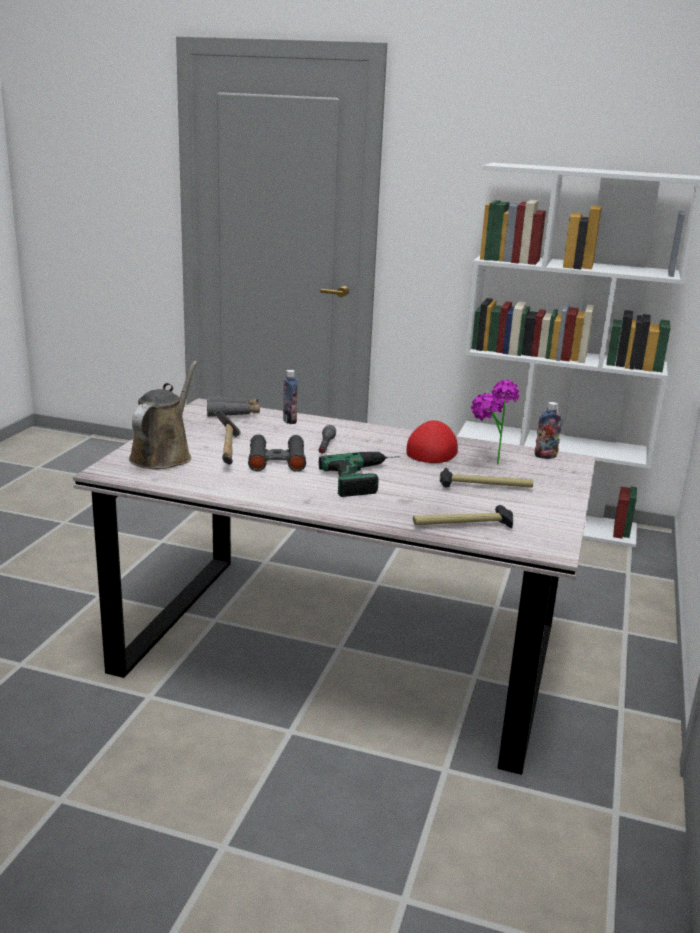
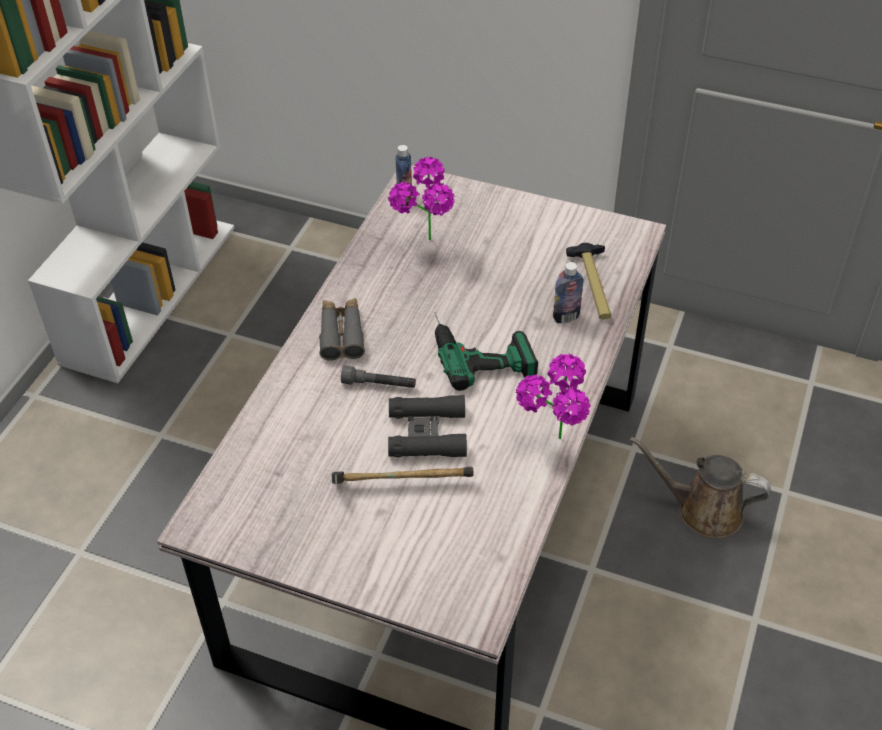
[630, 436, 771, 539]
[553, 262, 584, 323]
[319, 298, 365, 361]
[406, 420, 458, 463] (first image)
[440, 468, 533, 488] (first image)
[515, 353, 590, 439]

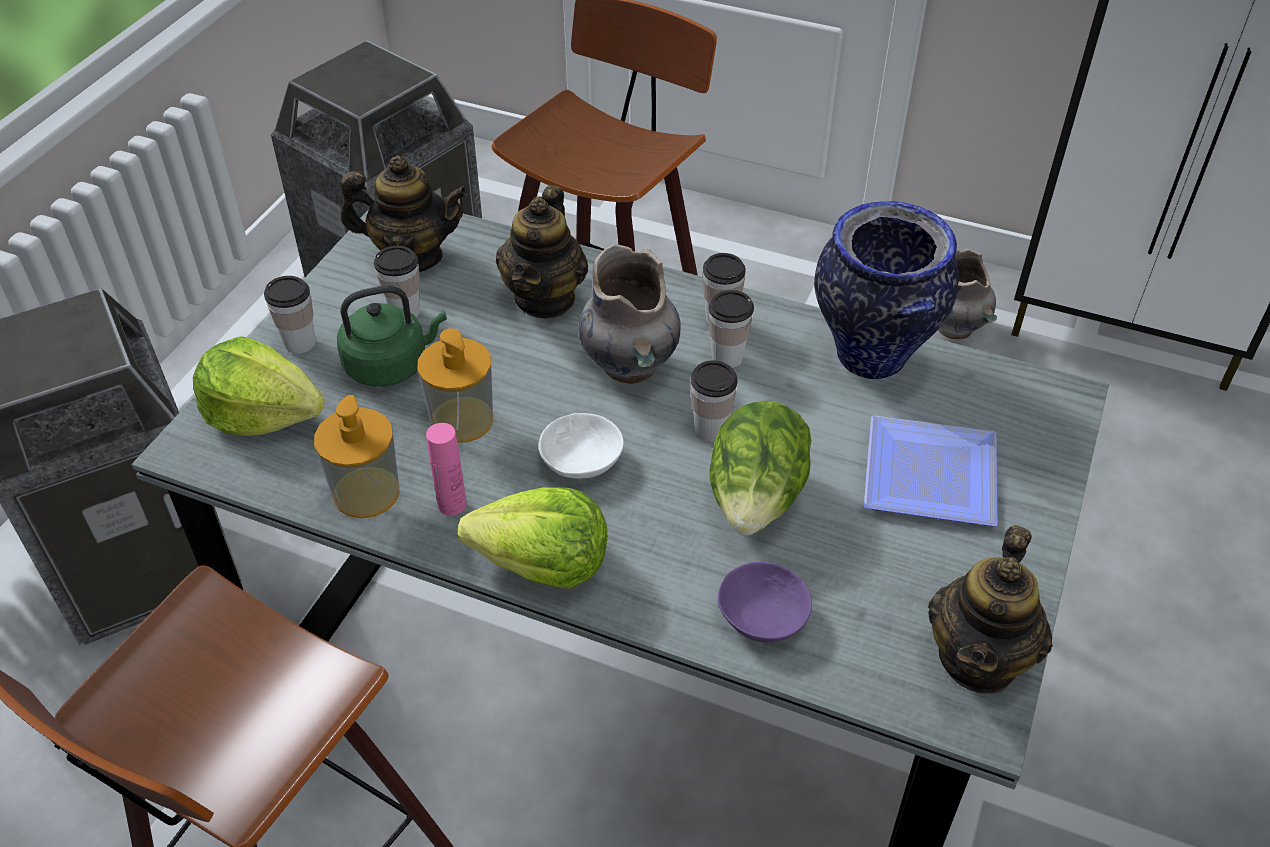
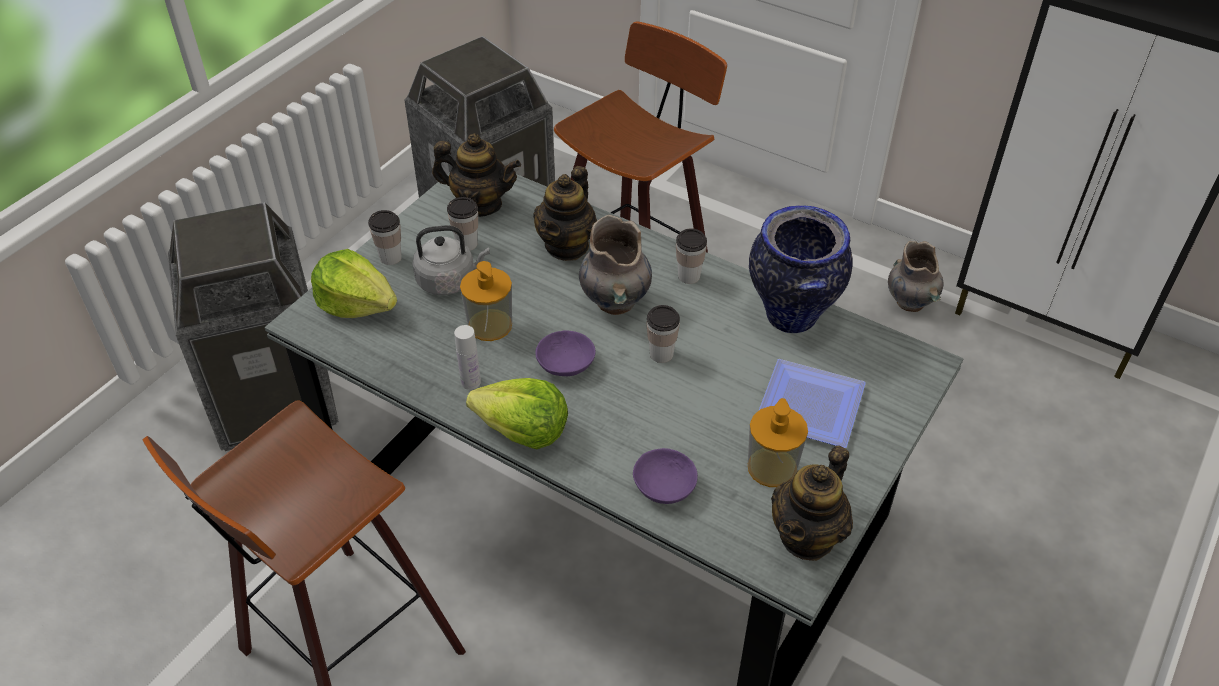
[413, 225, 490, 295]
[708, 290, 754, 368] (first image)
[748, 398, 808, 487]
[709, 401, 811, 535] (first image)
[535, 330, 596, 376]
[454, 325, 481, 390]

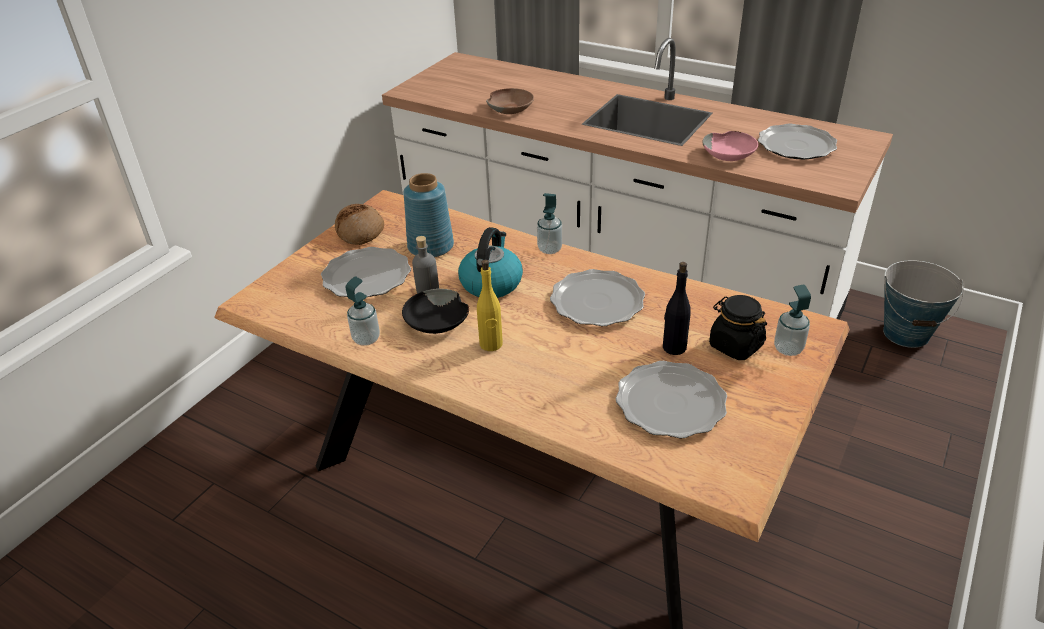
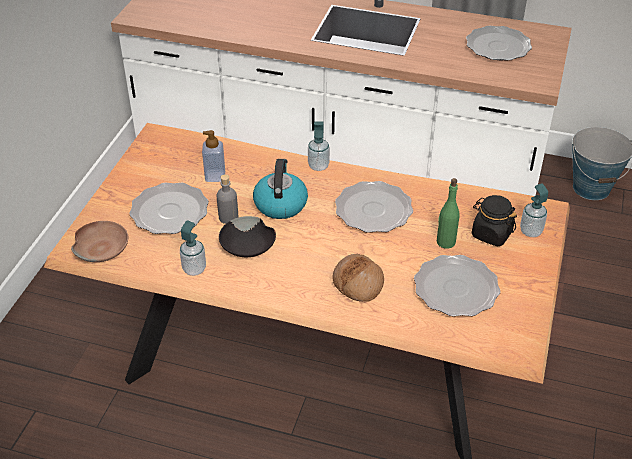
[71, 221, 128, 262]
[702, 131, 758, 161] (first image)
[202, 130, 225, 182]
[333, 254, 384, 302]
[477, 260, 503, 351] (first image)
[437, 178, 460, 249]

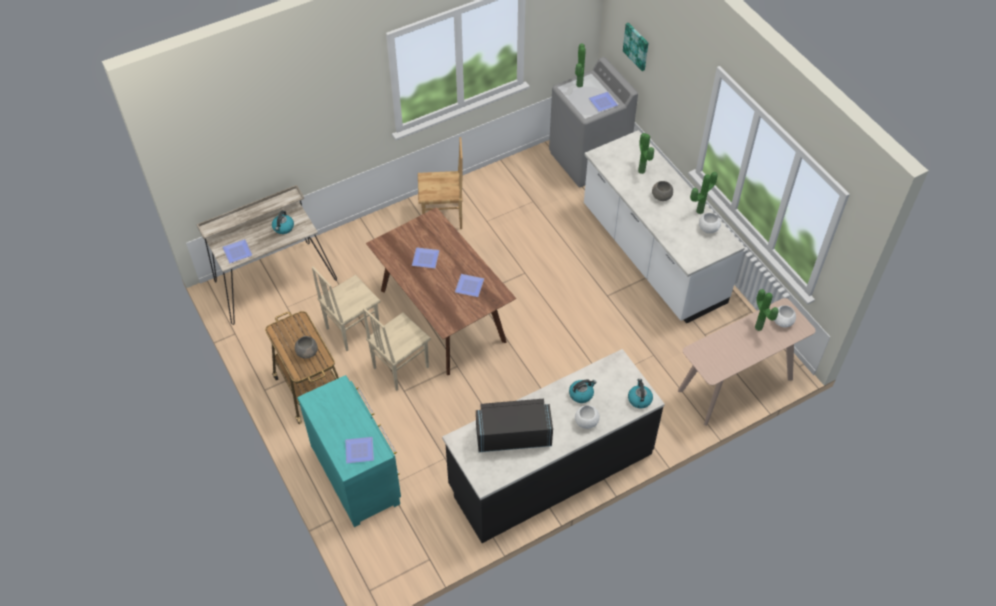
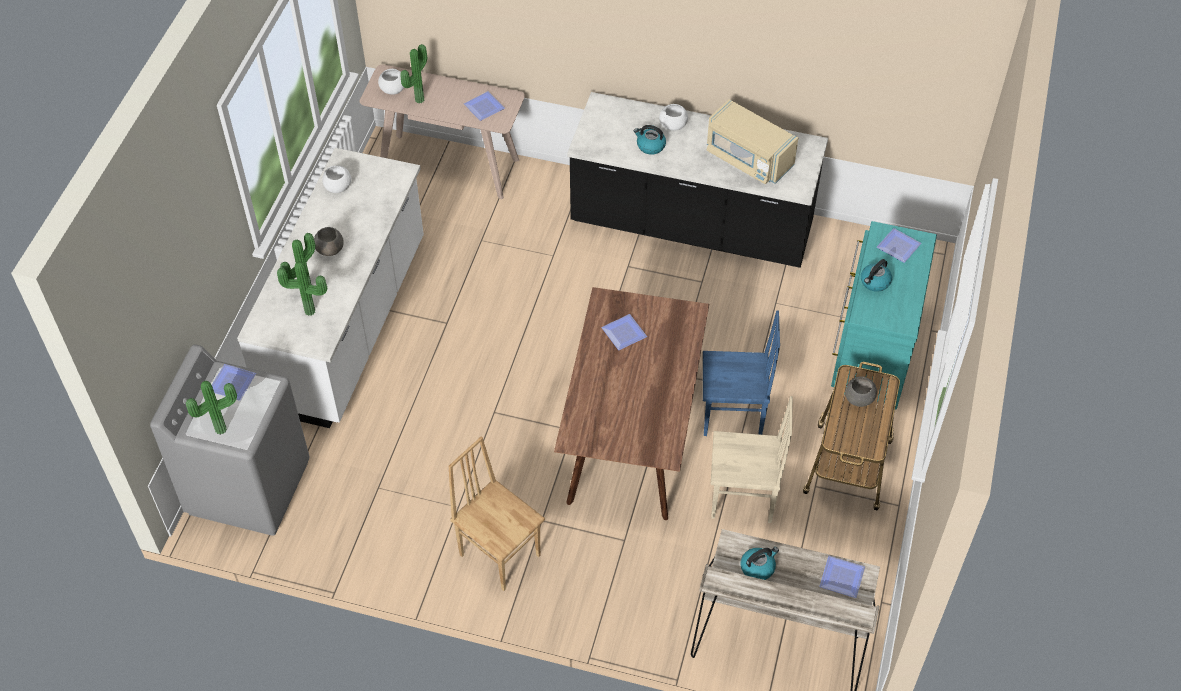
[623, 22, 649, 71] (first image)
[277, 261, 327, 316]
[464, 91, 505, 121]
[703, 310, 780, 436]
[861, 259, 892, 292]
[707, 99, 798, 185]

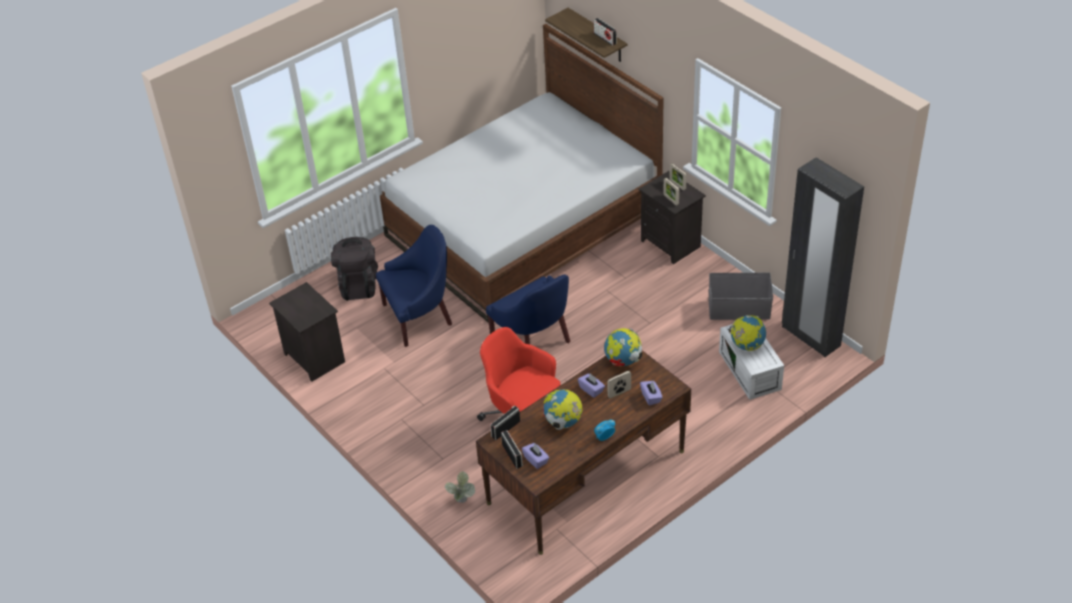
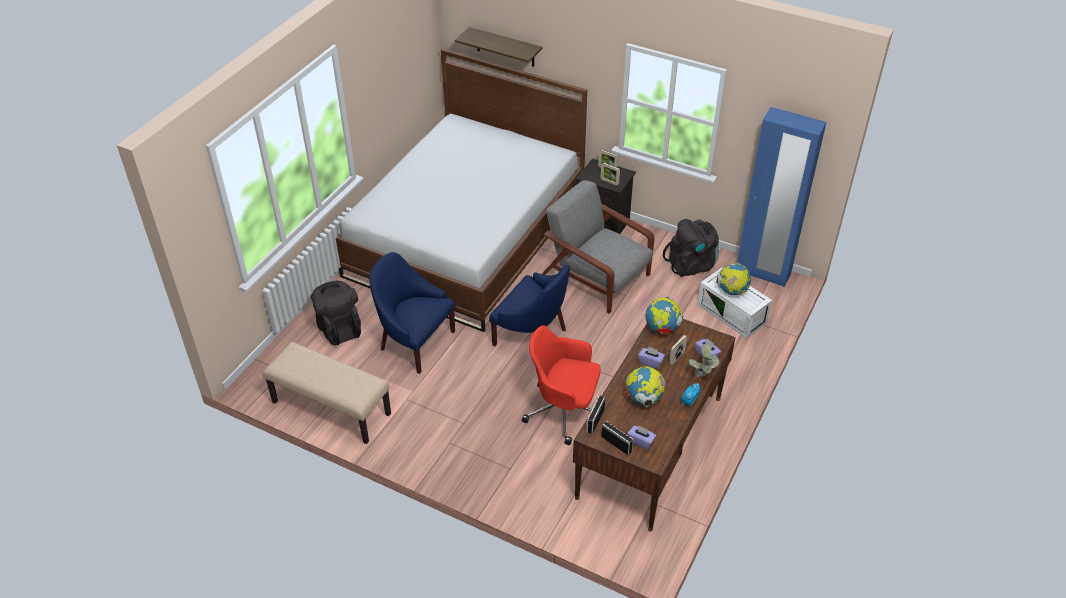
[594, 18, 617, 46] (first image)
[737, 107, 827, 287]
[369, 252, 455, 374]
[663, 219, 719, 277]
[263, 342, 391, 444]
[689, 344, 719, 378]
[542, 180, 655, 313]

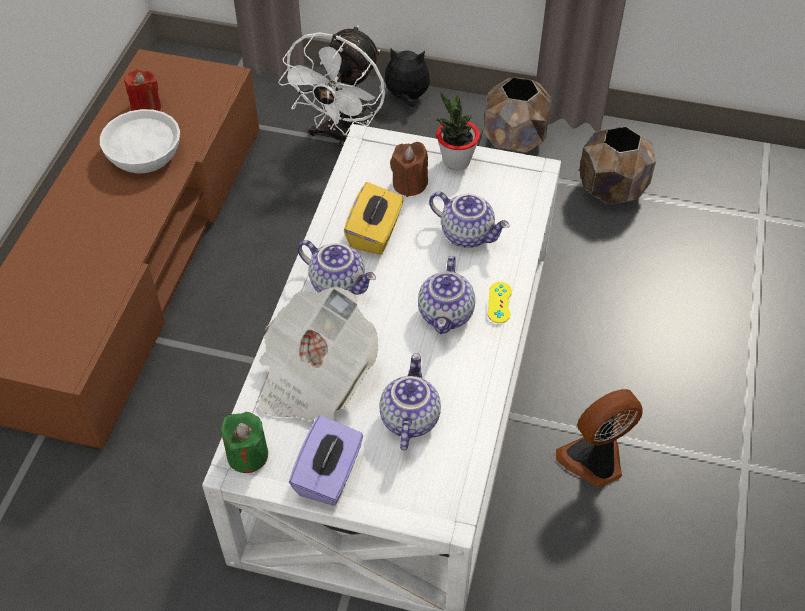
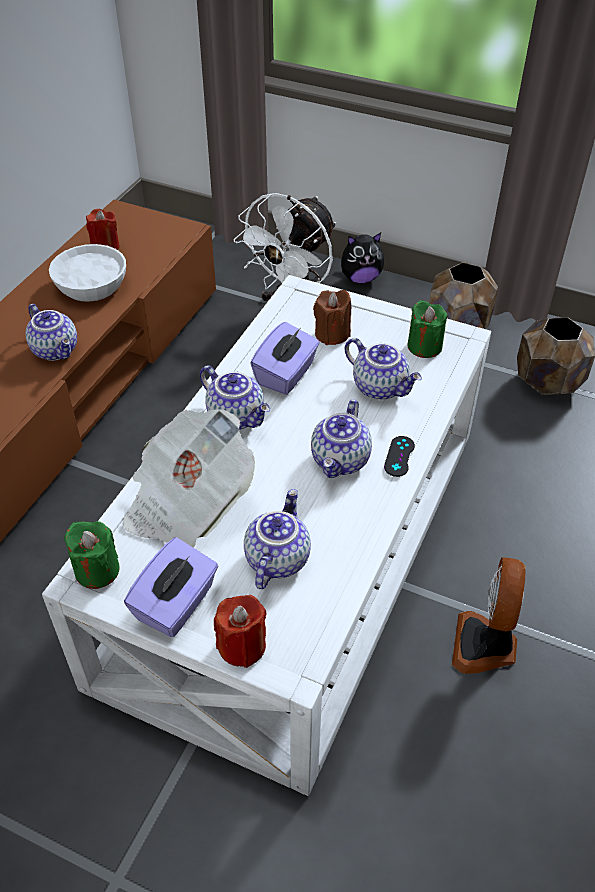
[341, 233, 384, 283]
[436, 92, 480, 170] (first image)
[250, 322, 320, 395]
[384, 436, 415, 477]
[452, 557, 526, 674]
[408, 300, 447, 358]
[26, 304, 77, 361]
[214, 595, 266, 668]

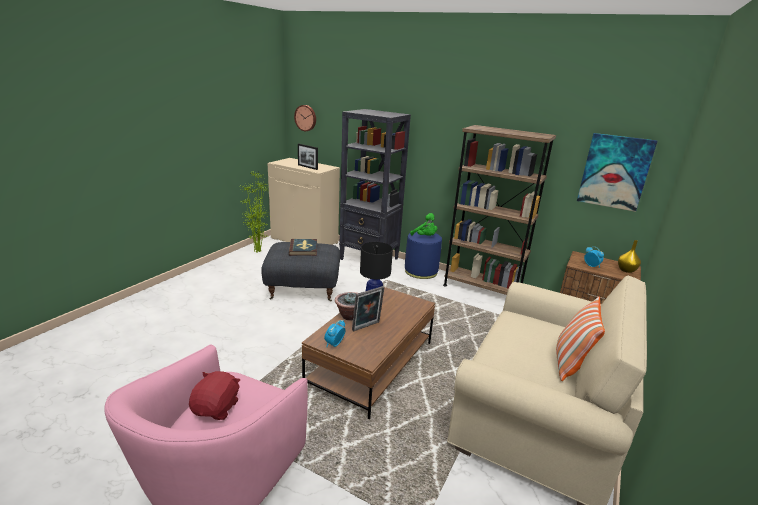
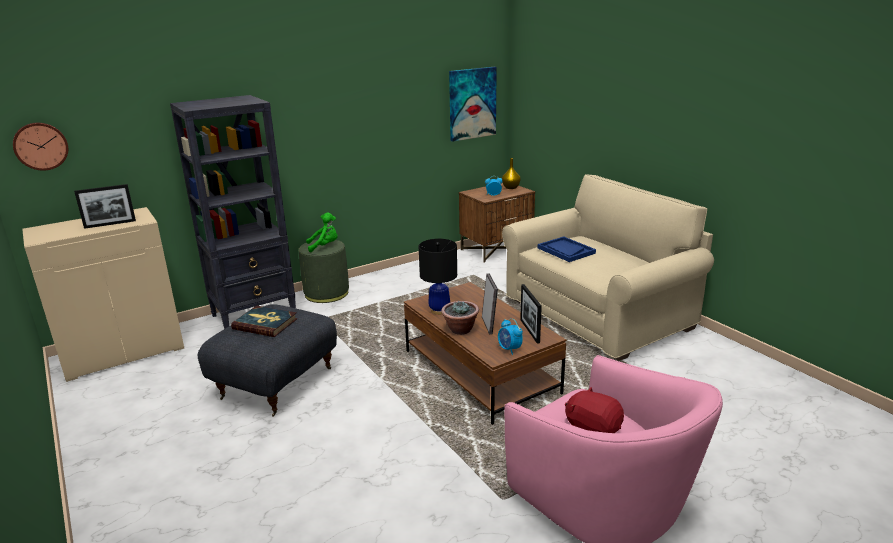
[443, 125, 556, 295] (first image)
[239, 171, 270, 253] (first image)
[299, 240, 349, 303]
[556, 296, 605, 381] (first image)
[538, 236, 596, 262]
[520, 284, 542, 344]

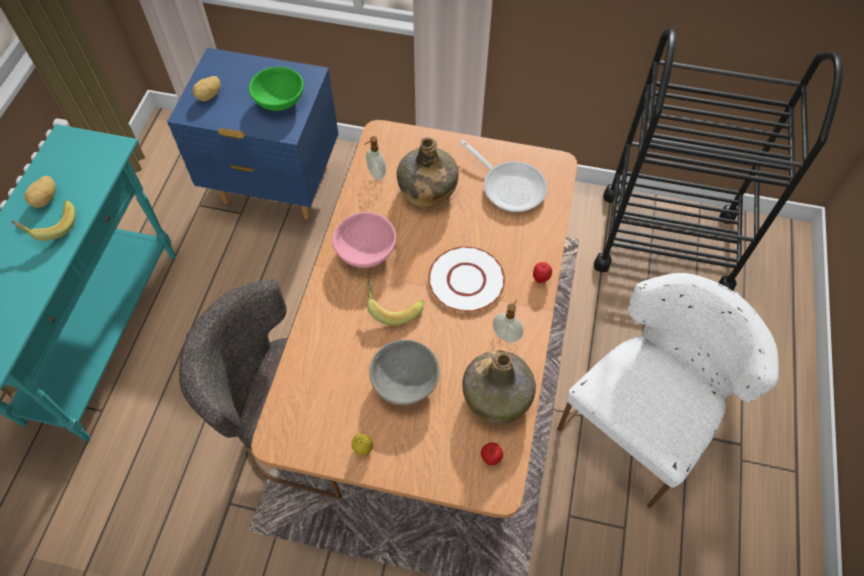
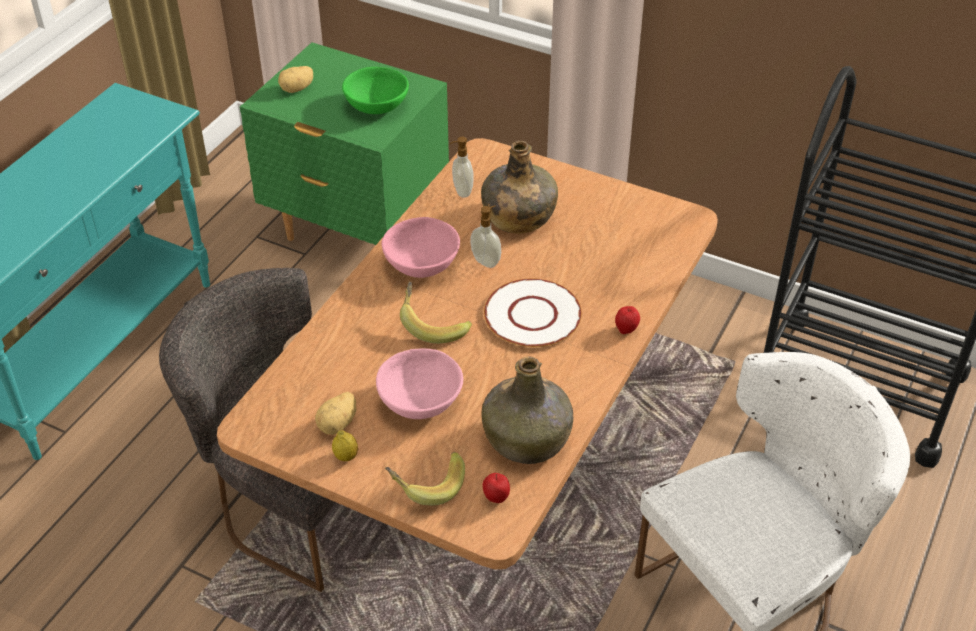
[240, 42, 449, 245]
[460, 140, 547, 212] (first image)
[315, 392, 356, 435]
[385, 452, 465, 506]
[470, 205, 501, 268]
[376, 348, 463, 419]

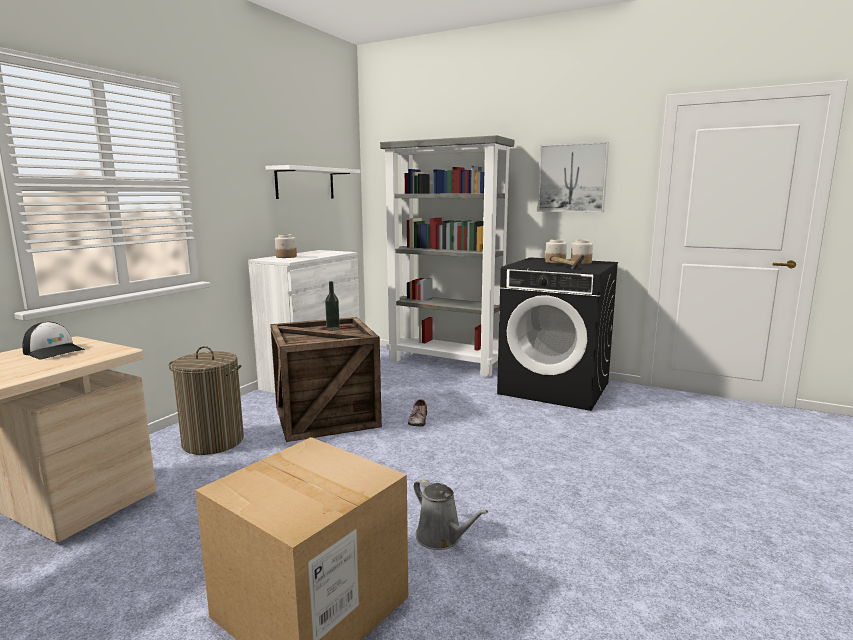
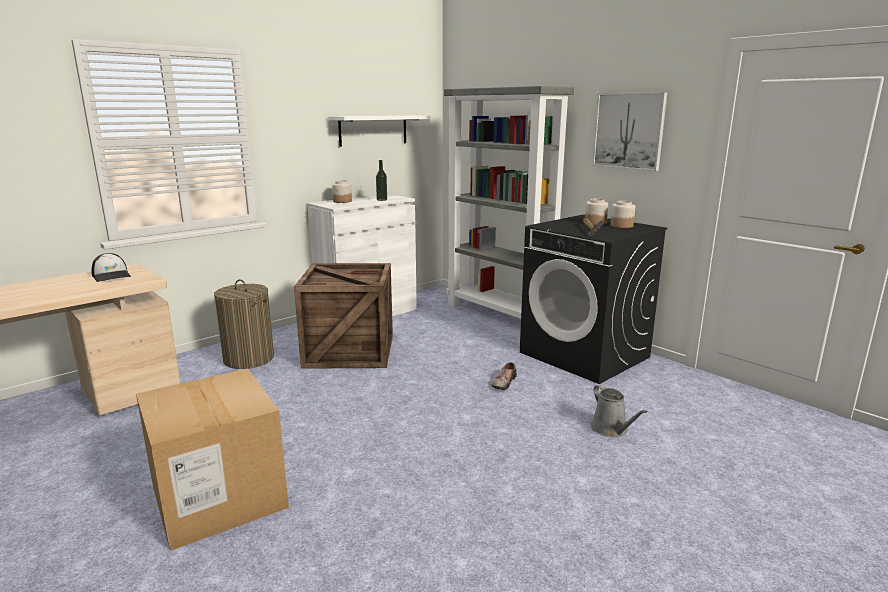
[376, 160, 387, 201]
[491, 362, 517, 390]
[591, 384, 647, 438]

